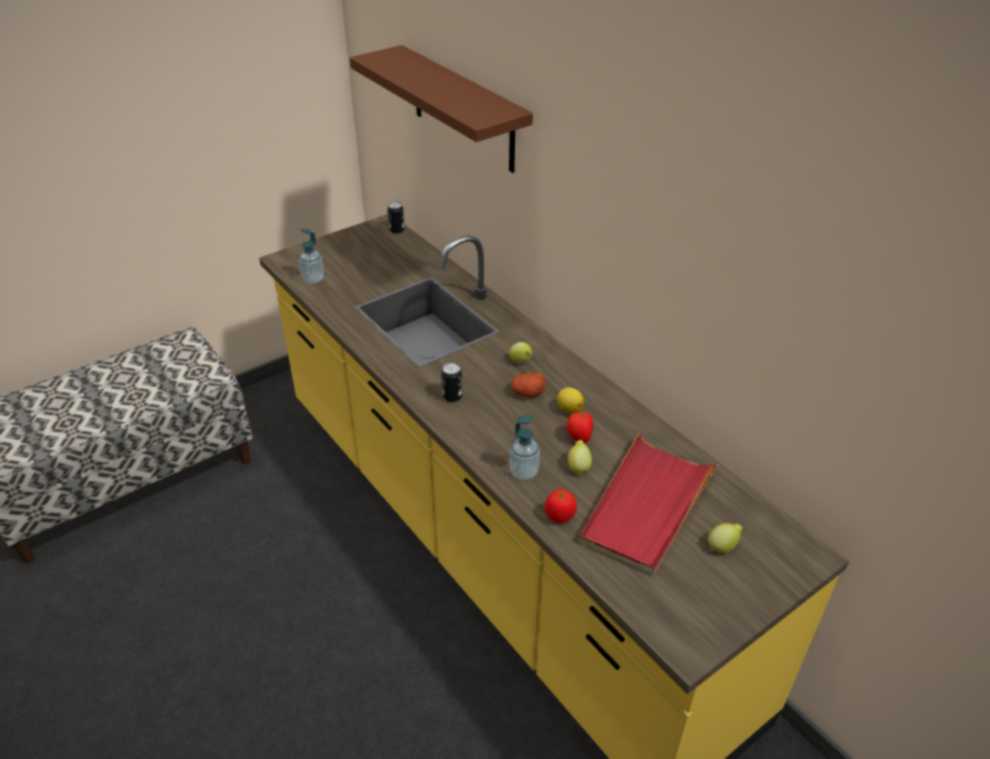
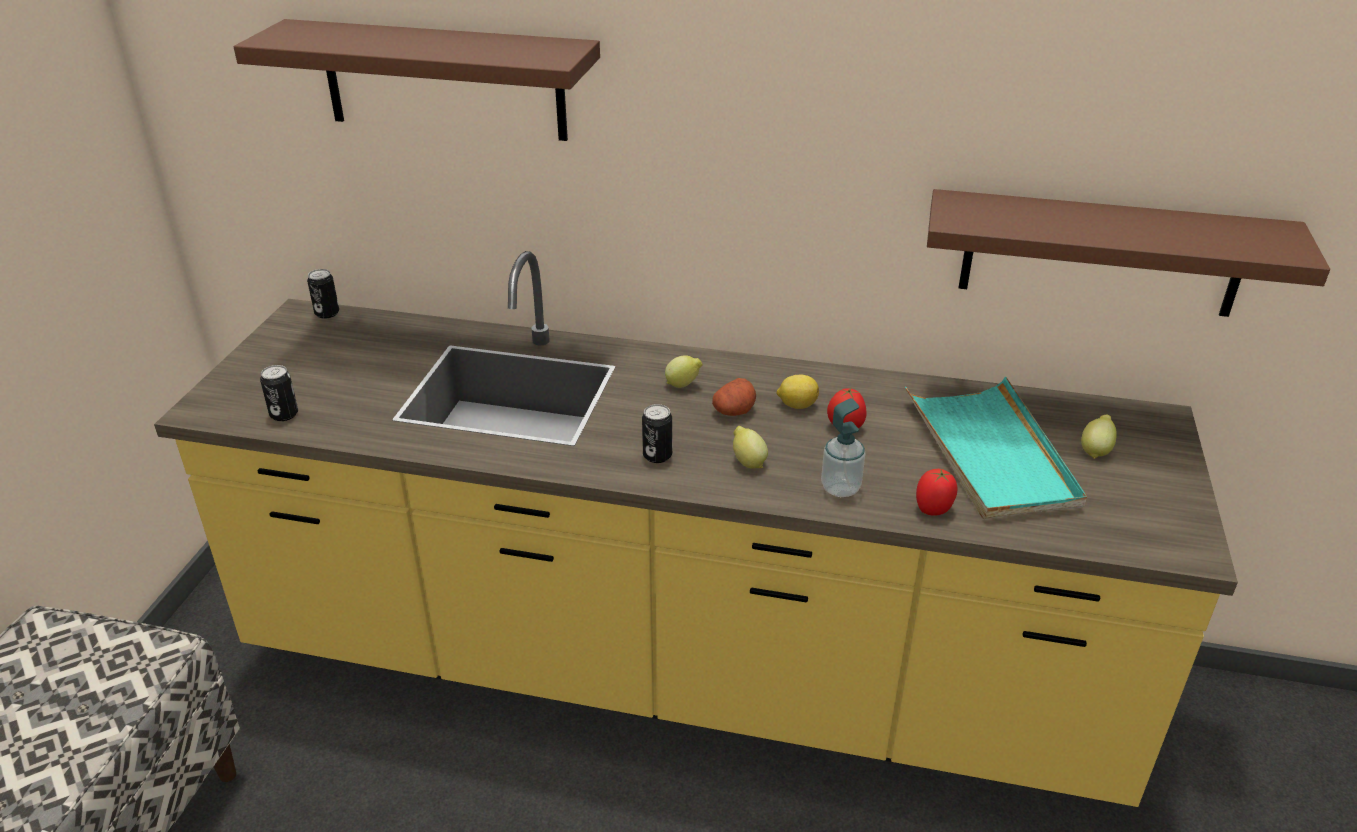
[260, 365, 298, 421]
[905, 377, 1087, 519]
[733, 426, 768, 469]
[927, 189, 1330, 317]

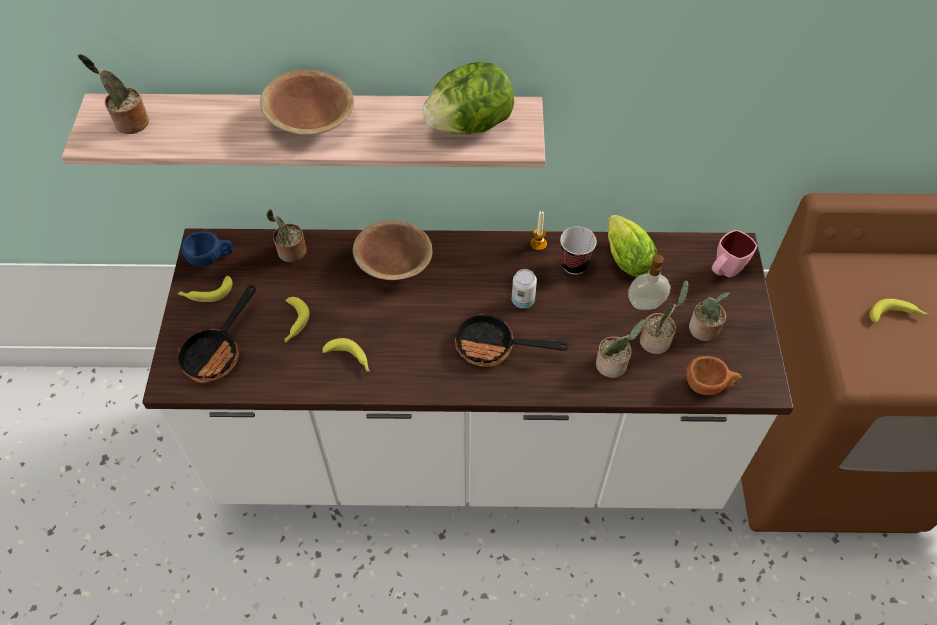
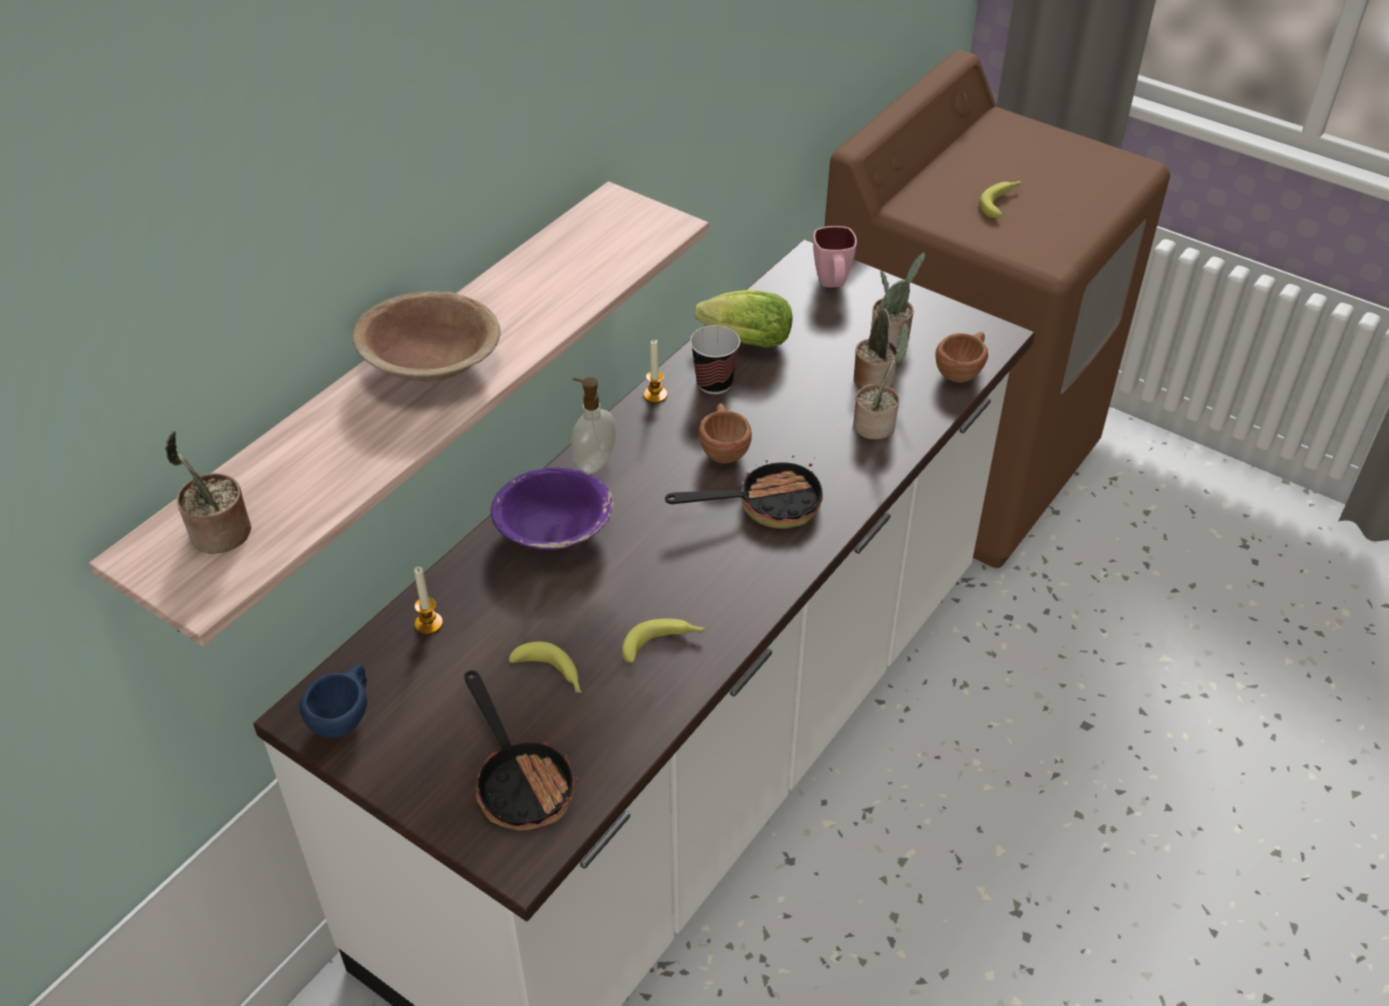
[423, 62, 514, 135] (first image)
[414, 567, 443, 635]
[491, 467, 614, 550]
[571, 377, 616, 474]
[699, 403, 752, 463]
[177, 276, 232, 302] (first image)
[665, 456, 823, 529]

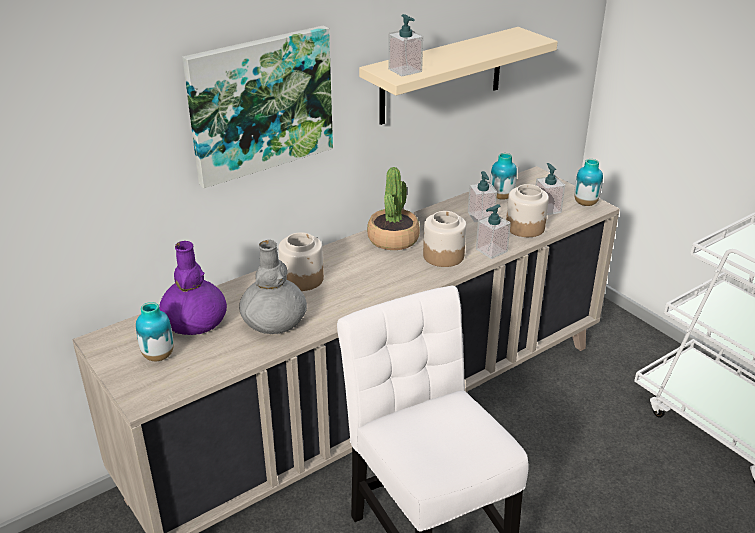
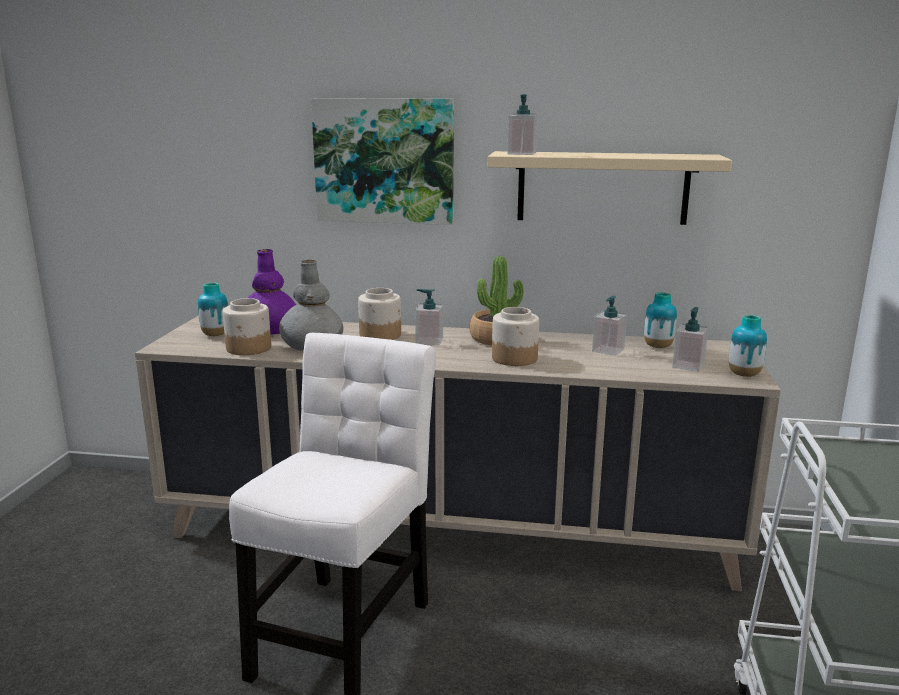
[223, 298, 271, 355]
[415, 289, 443, 345]

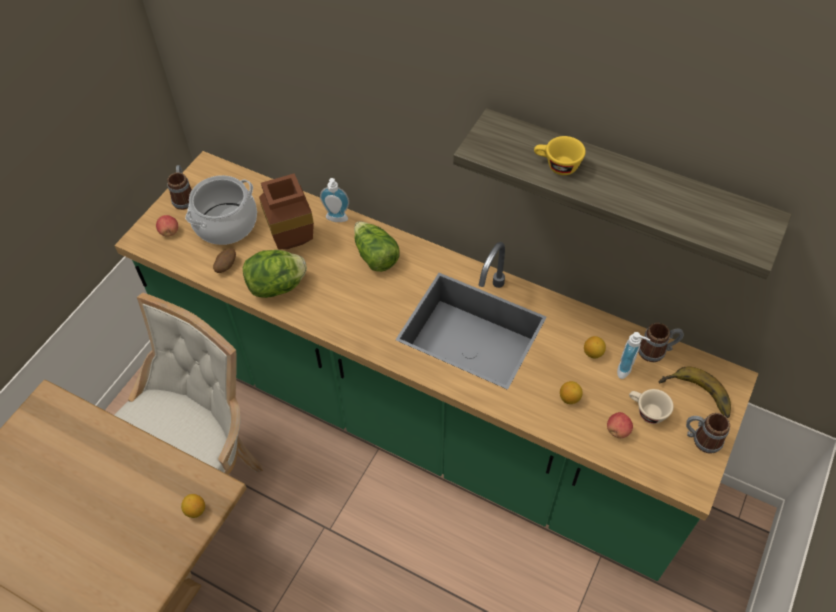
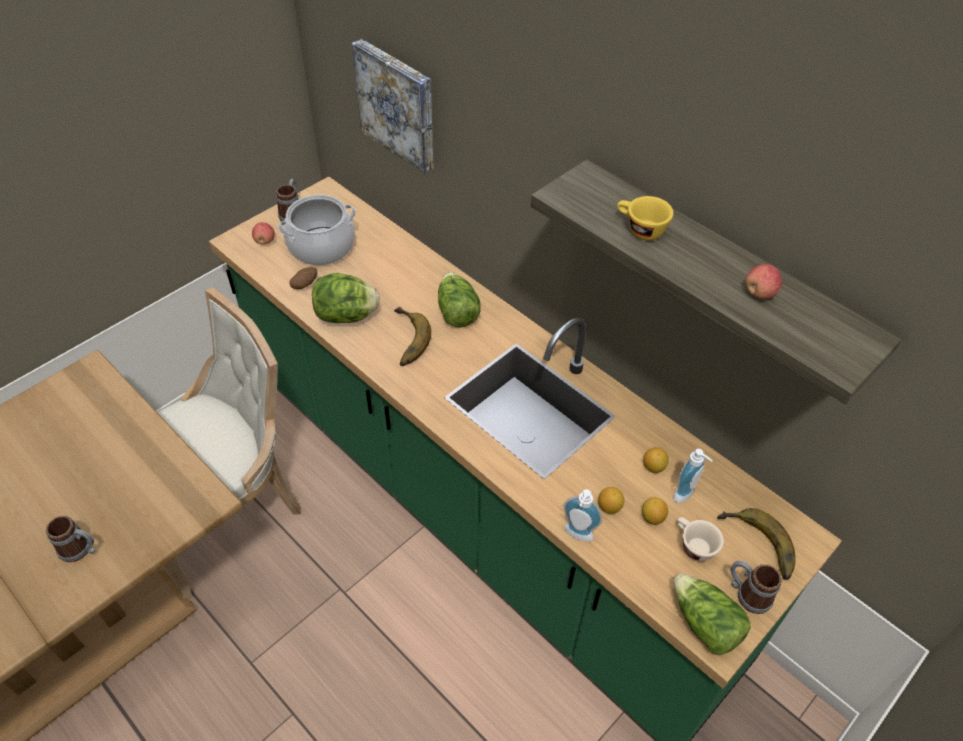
[259, 173, 314, 249] (first image)
[563, 489, 602, 542]
[46, 516, 95, 562]
[745, 264, 782, 299]
[642, 497, 668, 525]
[352, 39, 433, 173]
[394, 307, 431, 366]
[674, 574, 751, 655]

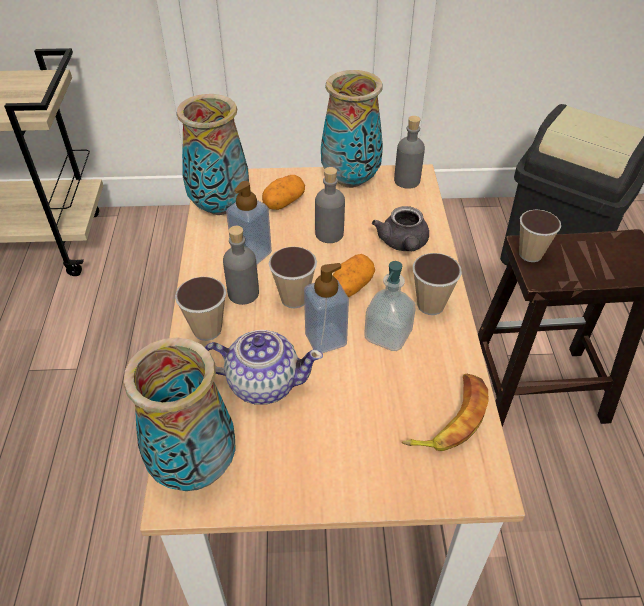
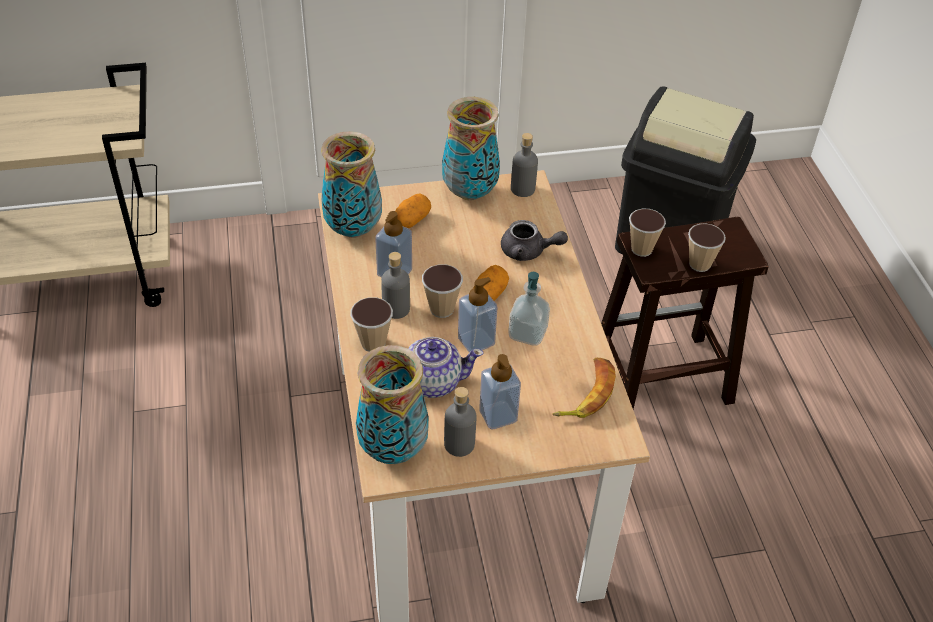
[444, 387, 477, 457]
[501, 220, 568, 261]
[688, 224, 726, 272]
[479, 354, 521, 429]

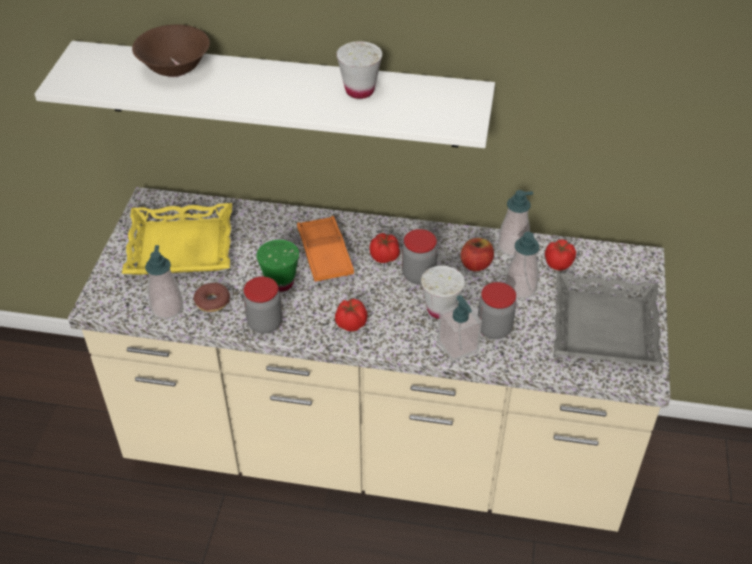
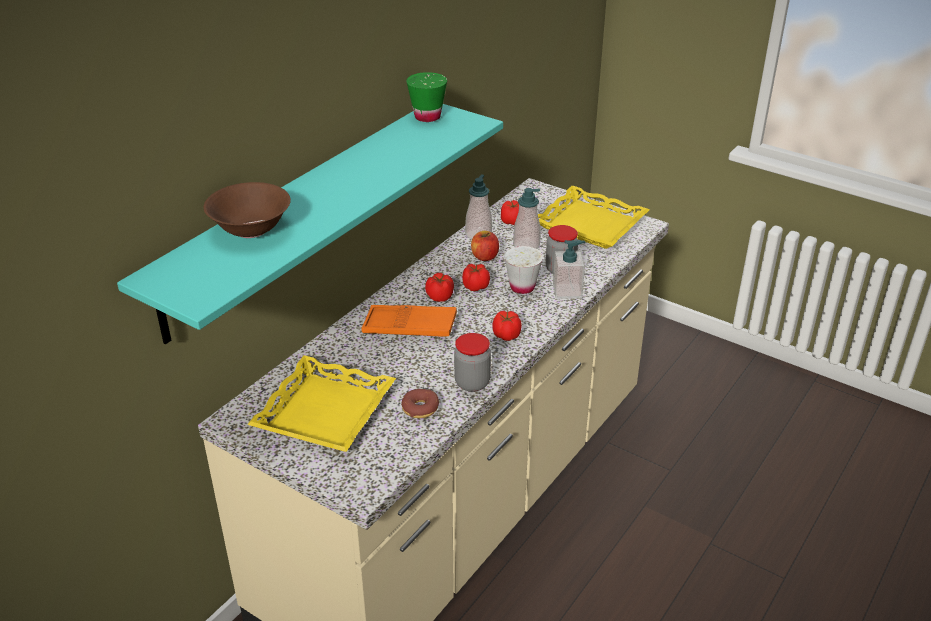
[117, 104, 503, 344]
[336, 41, 382, 99] (first image)
[462, 264, 490, 291]
[406, 72, 447, 122]
[145, 245, 183, 319] (first image)
[538, 186, 649, 249]

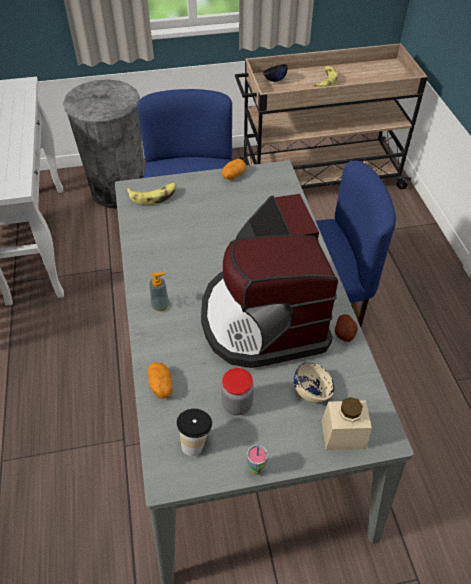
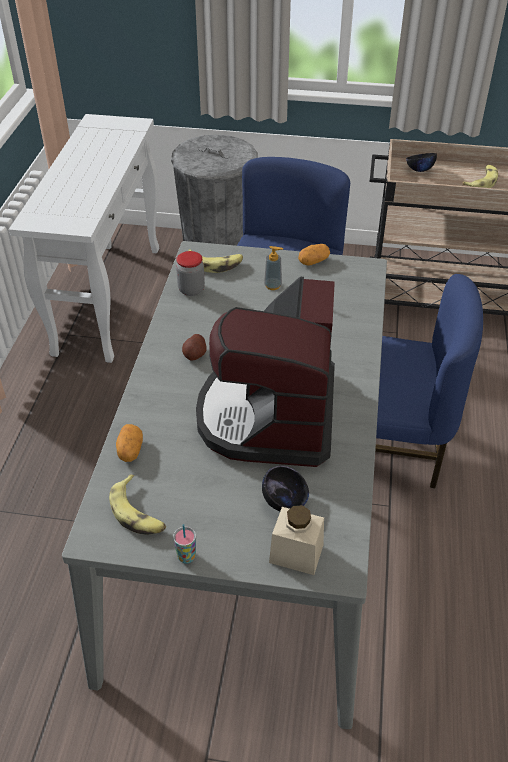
[264, 246, 283, 290]
[182, 334, 207, 361]
[262, 466, 309, 511]
[176, 251, 205, 296]
[109, 474, 166, 535]

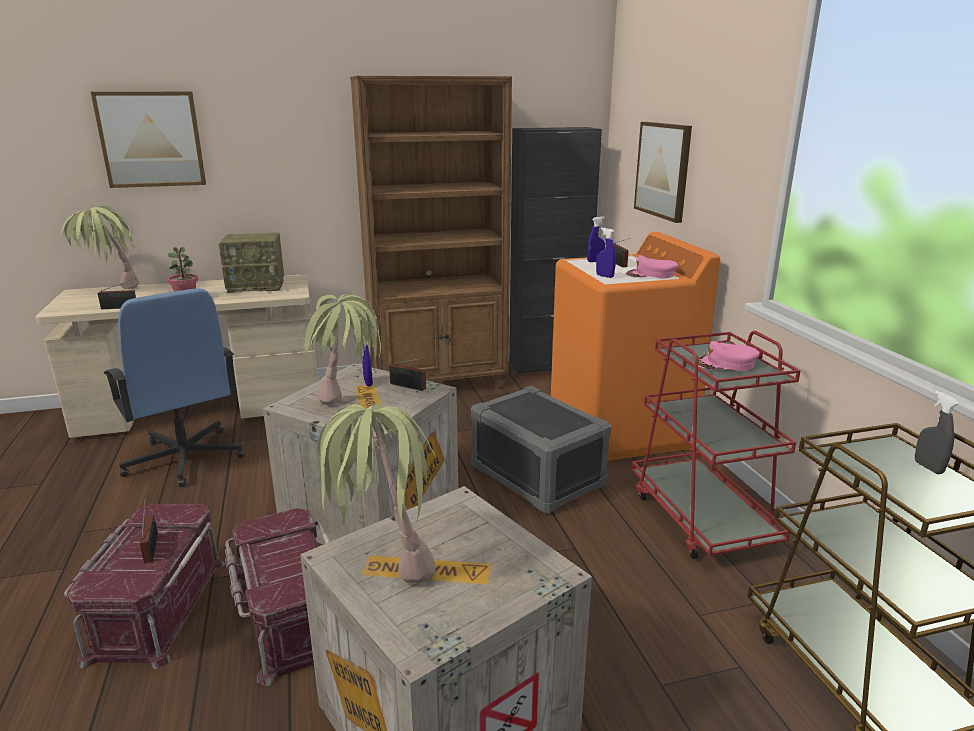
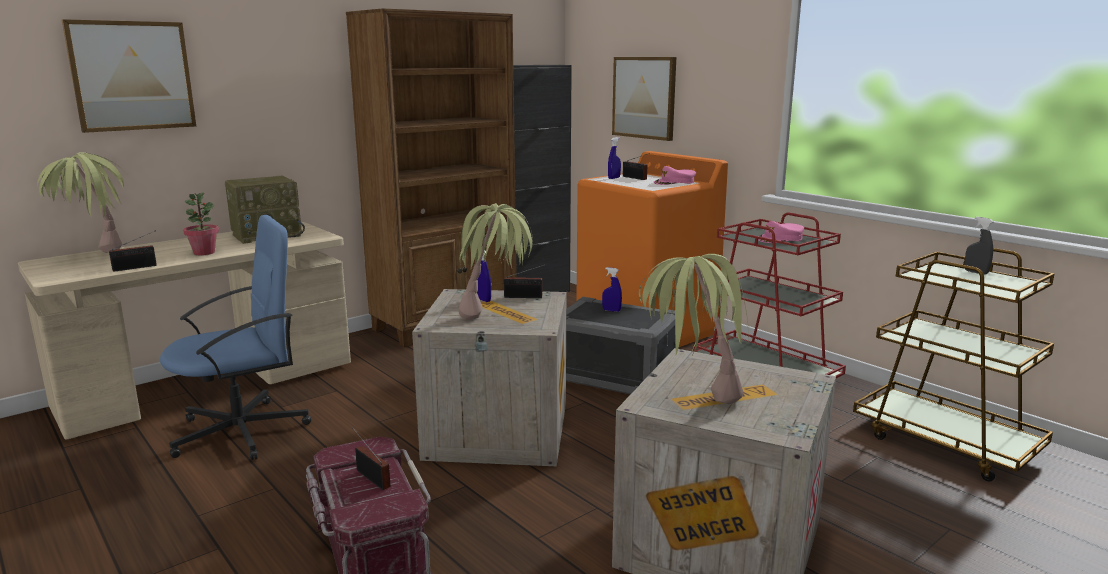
[602, 267, 622, 312]
[160, 215, 311, 460]
[225, 508, 330, 686] (first image)

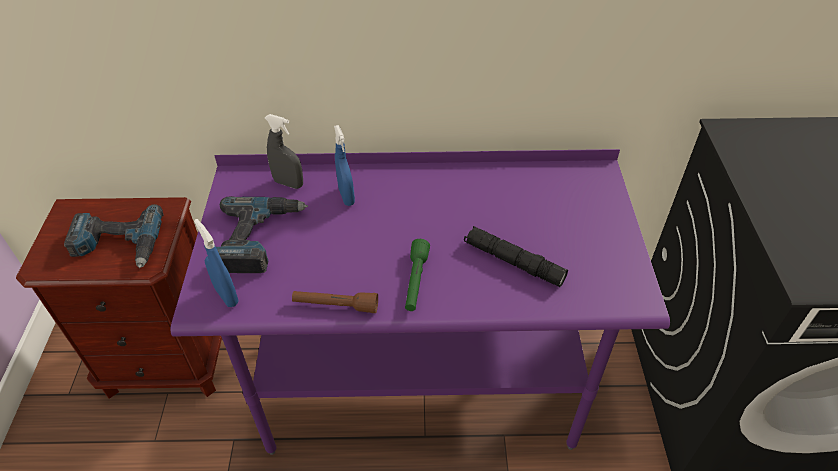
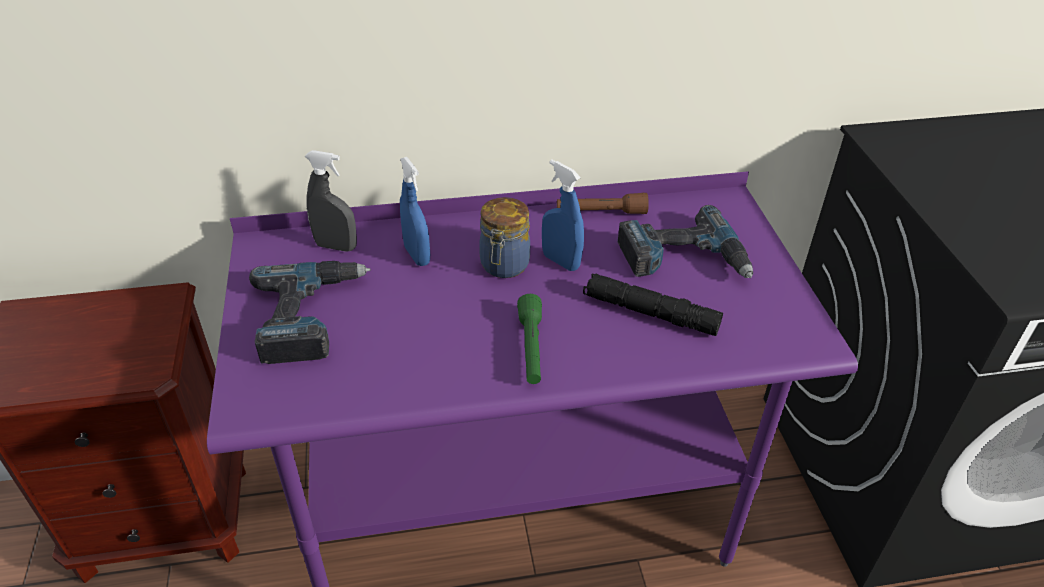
[618, 205, 753, 278]
[542, 160, 584, 271]
[557, 193, 649, 214]
[479, 197, 530, 278]

